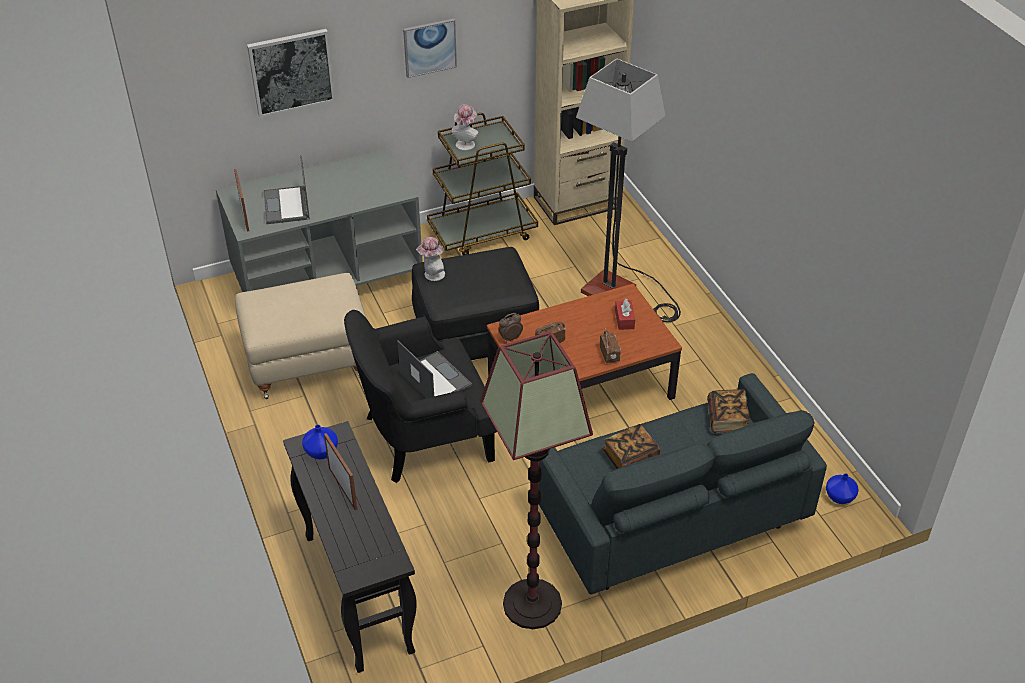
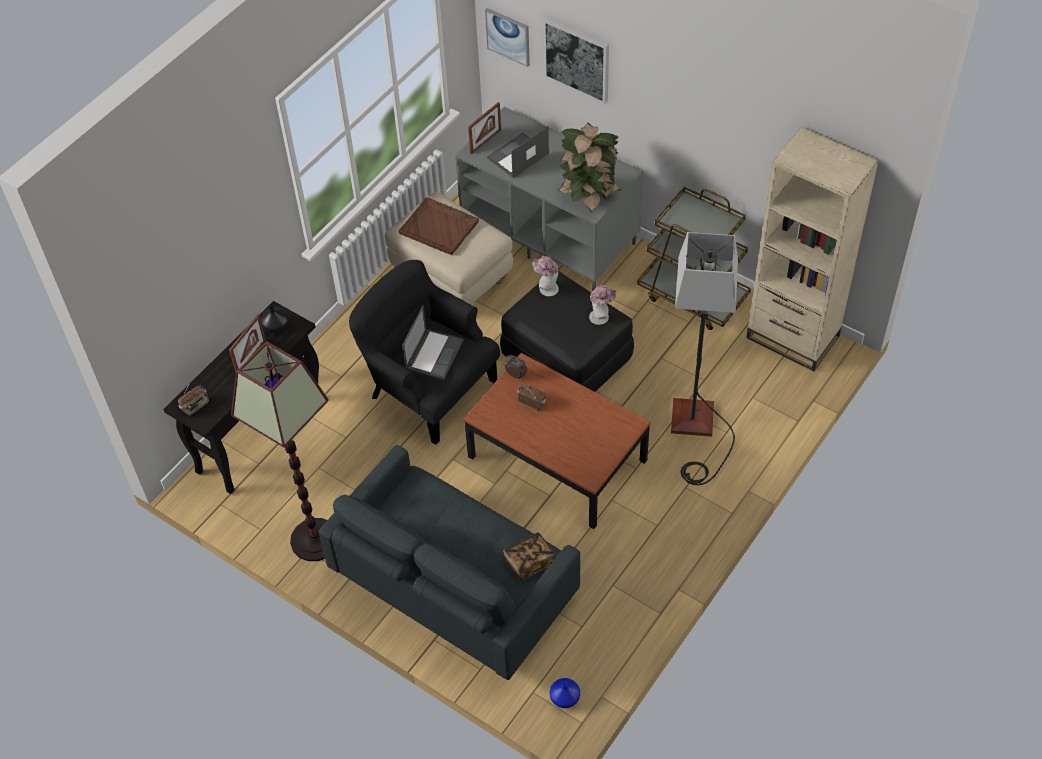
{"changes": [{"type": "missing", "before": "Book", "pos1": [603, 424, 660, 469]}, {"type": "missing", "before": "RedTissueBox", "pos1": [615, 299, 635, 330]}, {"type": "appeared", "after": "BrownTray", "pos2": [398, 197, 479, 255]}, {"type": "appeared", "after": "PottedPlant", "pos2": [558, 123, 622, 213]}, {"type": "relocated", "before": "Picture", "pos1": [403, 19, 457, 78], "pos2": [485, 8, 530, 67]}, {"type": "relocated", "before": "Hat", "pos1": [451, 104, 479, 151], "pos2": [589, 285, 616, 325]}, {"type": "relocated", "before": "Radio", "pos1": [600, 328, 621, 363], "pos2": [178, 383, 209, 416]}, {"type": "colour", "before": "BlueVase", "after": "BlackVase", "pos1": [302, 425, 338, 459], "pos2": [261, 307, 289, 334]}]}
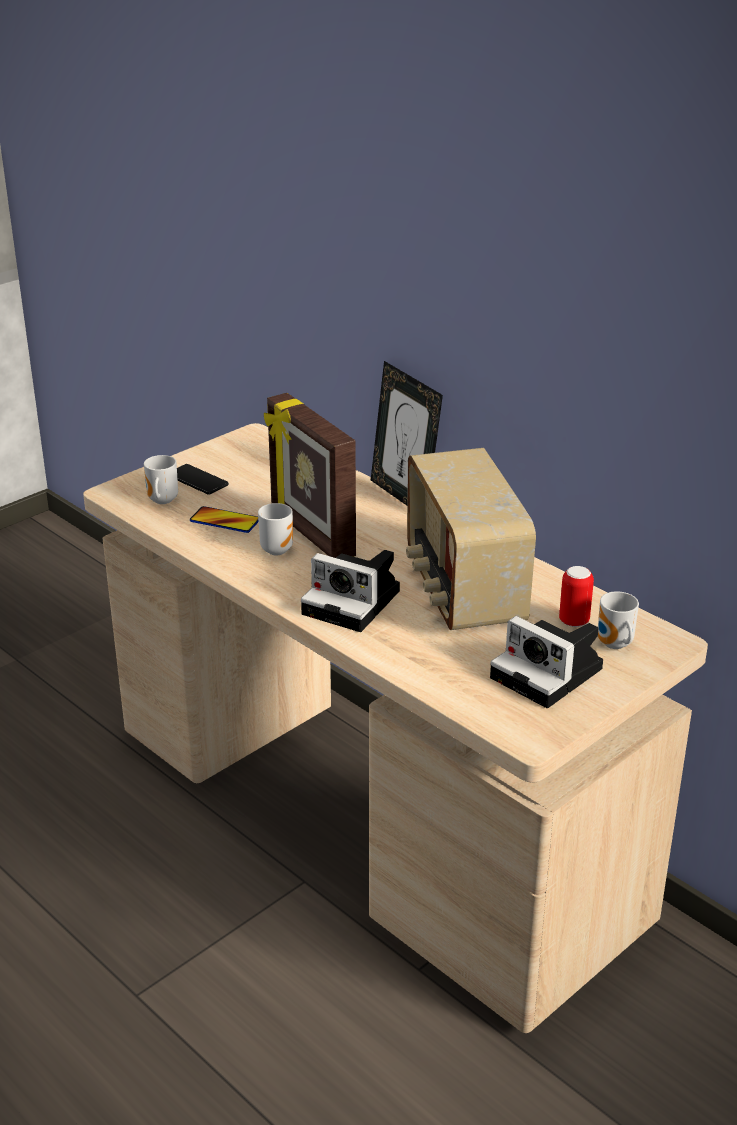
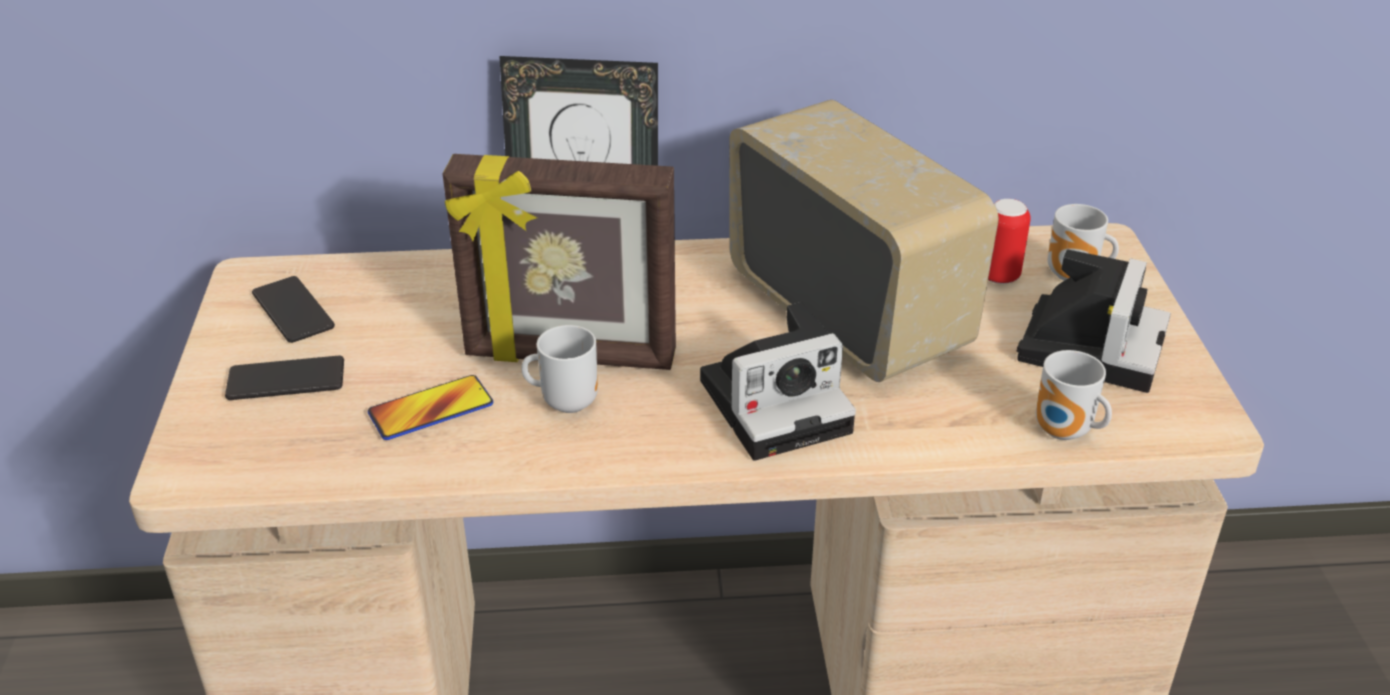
{"changes": [{"type": "appeared", "after": "Phone", "pos2": [252, 276, 335, 343]}, {"type": "relocated", "before": "Mug", "pos1": [144, 455, 178, 504], "pos2": [1035, 350, 1112, 440]}, {"type": "spun", "before": "Radio", "pos1": [406, 448, 536, 630], "pos2": [730, 100, 999, 382], "turn": -150}, {"type": "spun", "before": "PhotoCamera", "pos1": [490, 616, 603, 708], "pos2": [1017, 249, 1171, 393], "turn": -60}]}
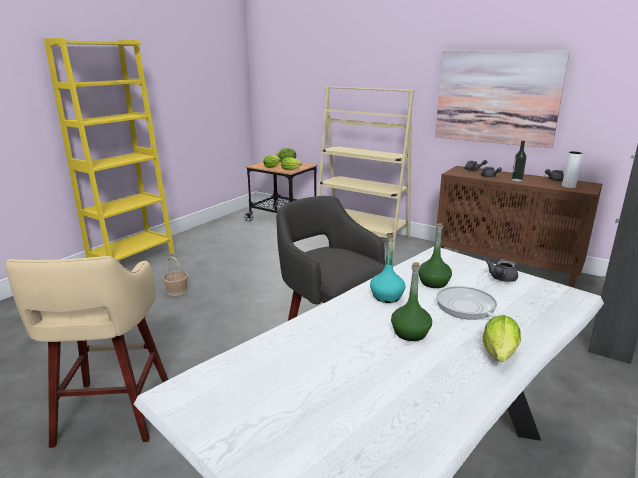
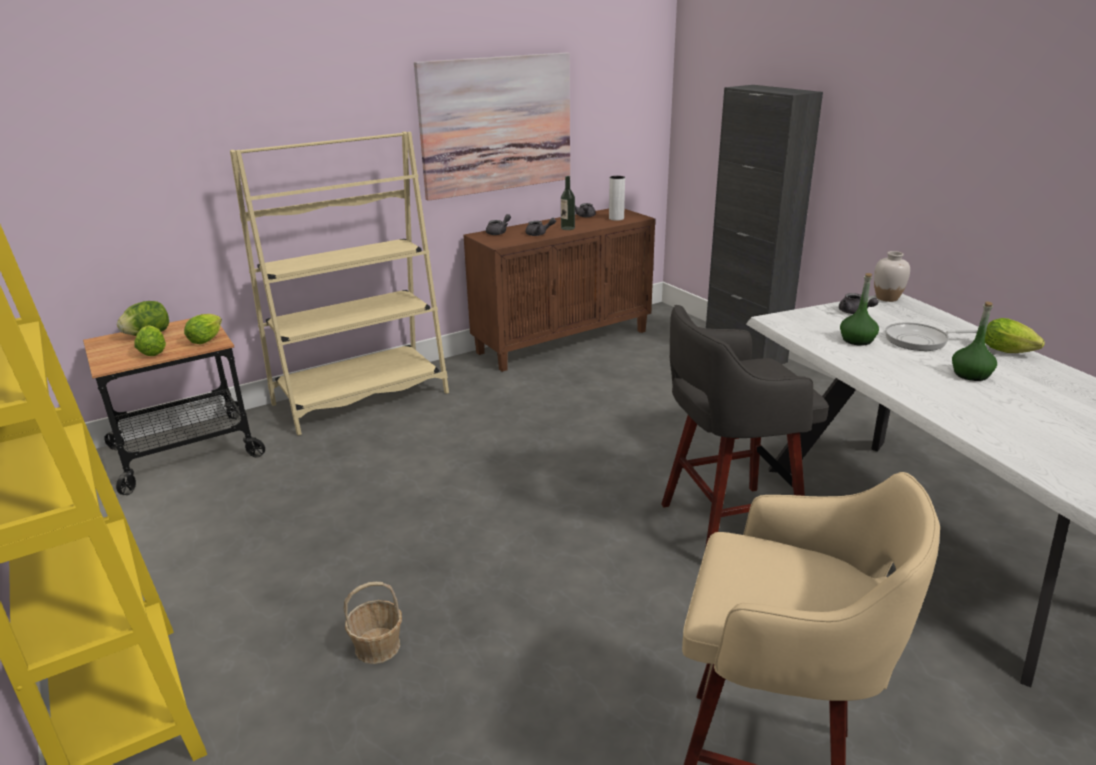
{"changes": [{"type": "missing", "before": "TurquoiseBottle", "pos1": [370, 234, 405, 303]}, {"type": "appeared", "after": "WhiteVase", "pos2": [874, 251, 910, 302]}]}
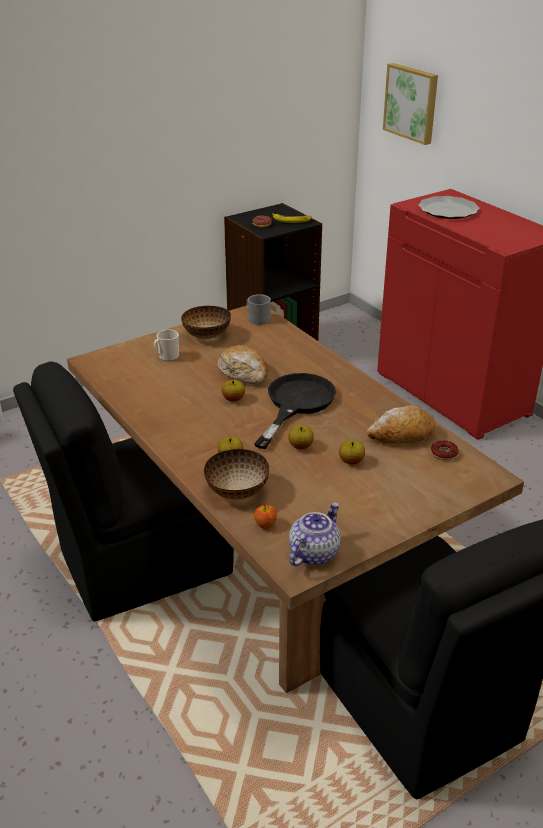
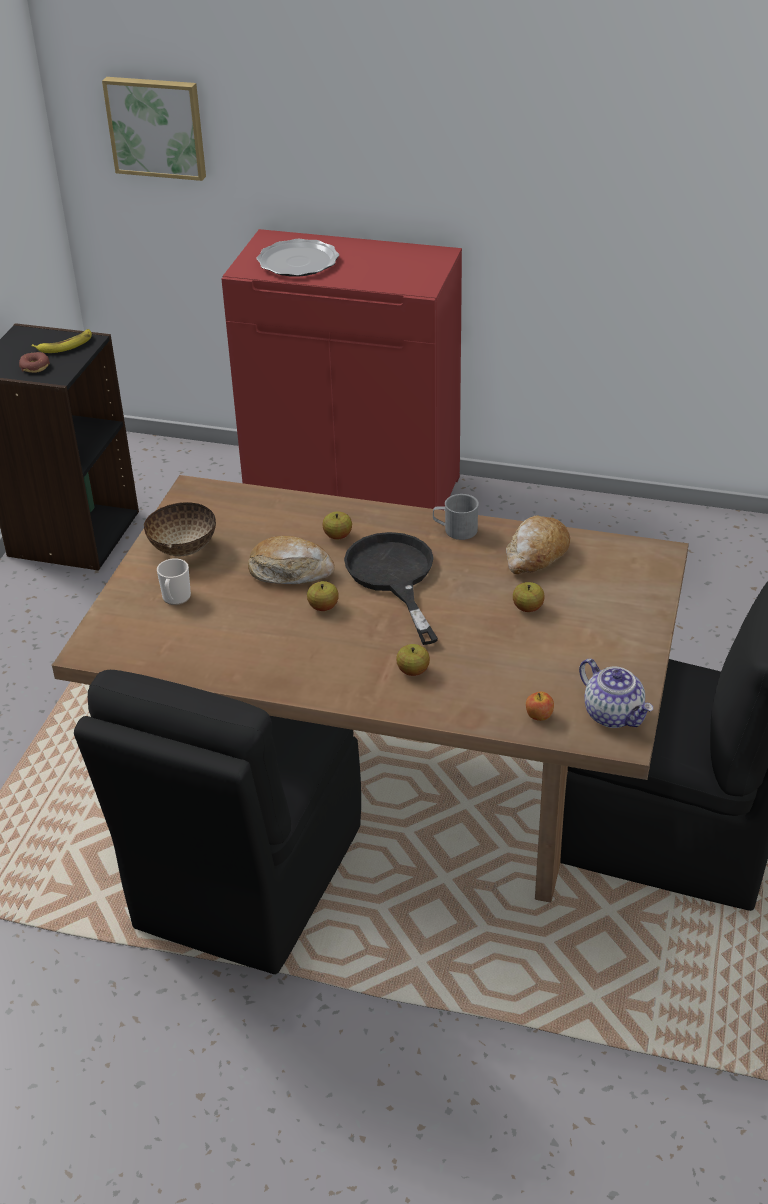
{"changes": [{"type": "missing", "before": "Bowl", "pos1": [204, 449, 269, 500]}, {"type": "missing", "before": "Donut", "pos1": [431, 440, 459, 460]}, {"type": "relocated", "before": "GreyMug", "pos1": [246, 294, 271, 325], "pos2": [433, 494, 479, 540]}, {"type": "relocated", "before": "Apple", "pos1": [288, 425, 314, 449], "pos2": [322, 512, 352, 539]}, {"type": "spun", "before": "Teapot", "pos1": [289, 503, 341, 566], "pos2": [579, 659, 653, 728], "turn": 150}]}
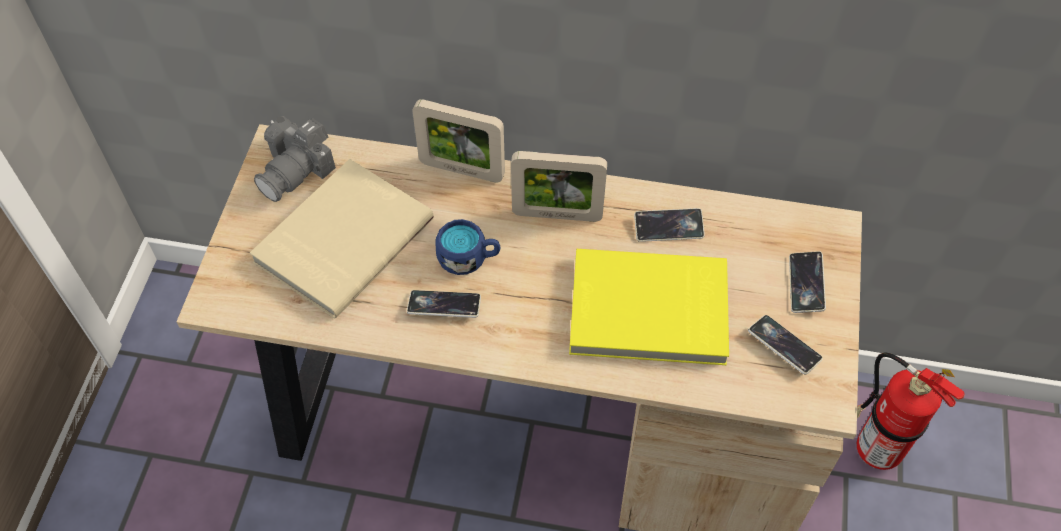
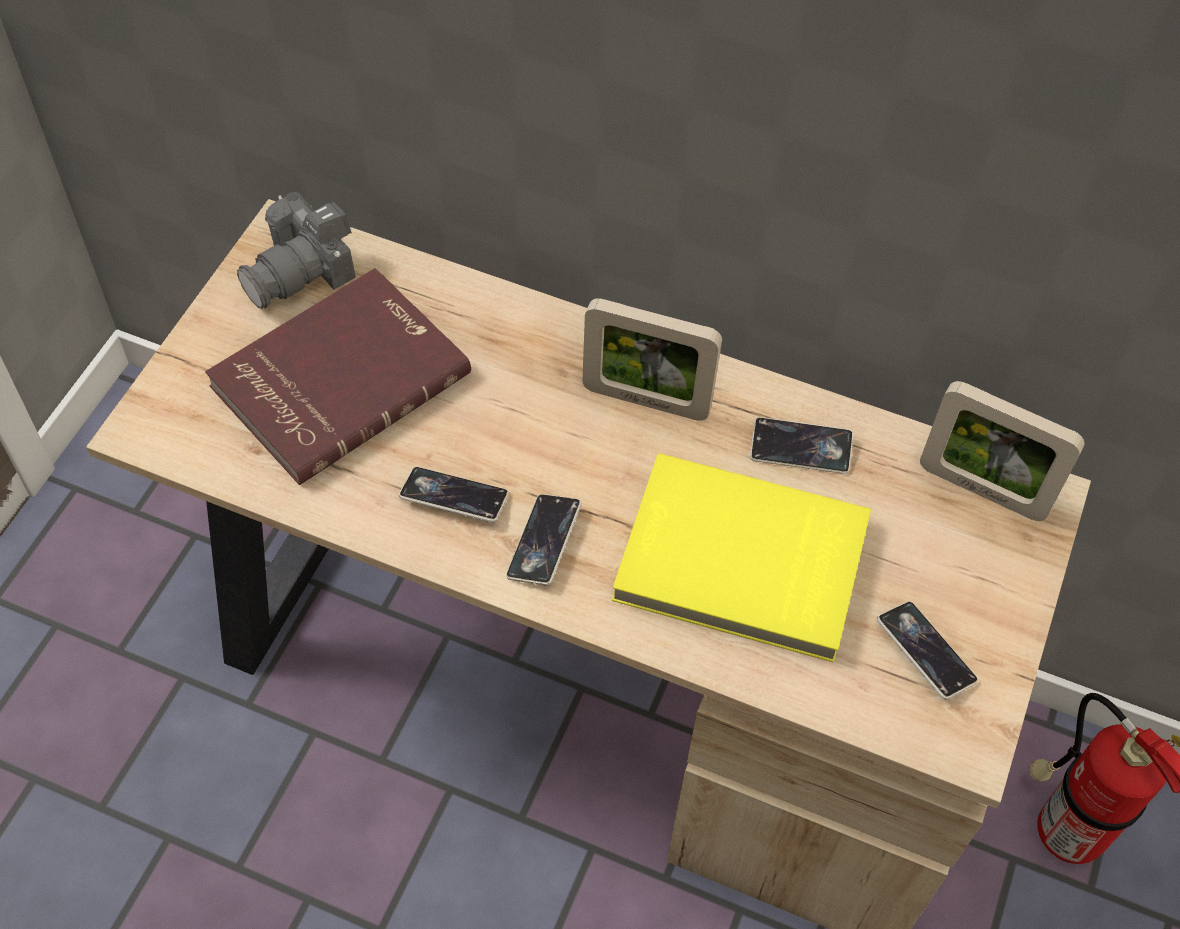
{"changes": [{"type": "missing", "before": "BlueMug", "pos1": [435, 219, 500, 275]}, {"type": "relocated", "before": "PictureFrame", "pos1": [412, 99, 505, 183], "pos2": [920, 381, 1085, 521]}, {"type": "relocated", "before": "Phone", "pos1": [789, 251, 826, 313], "pos2": [506, 494, 582, 585]}, {"type": "colour", "before": "BeigeBook", "after": "RedBook", "pos1": [250, 159, 434, 319], "pos2": [205, 268, 471, 485]}]}
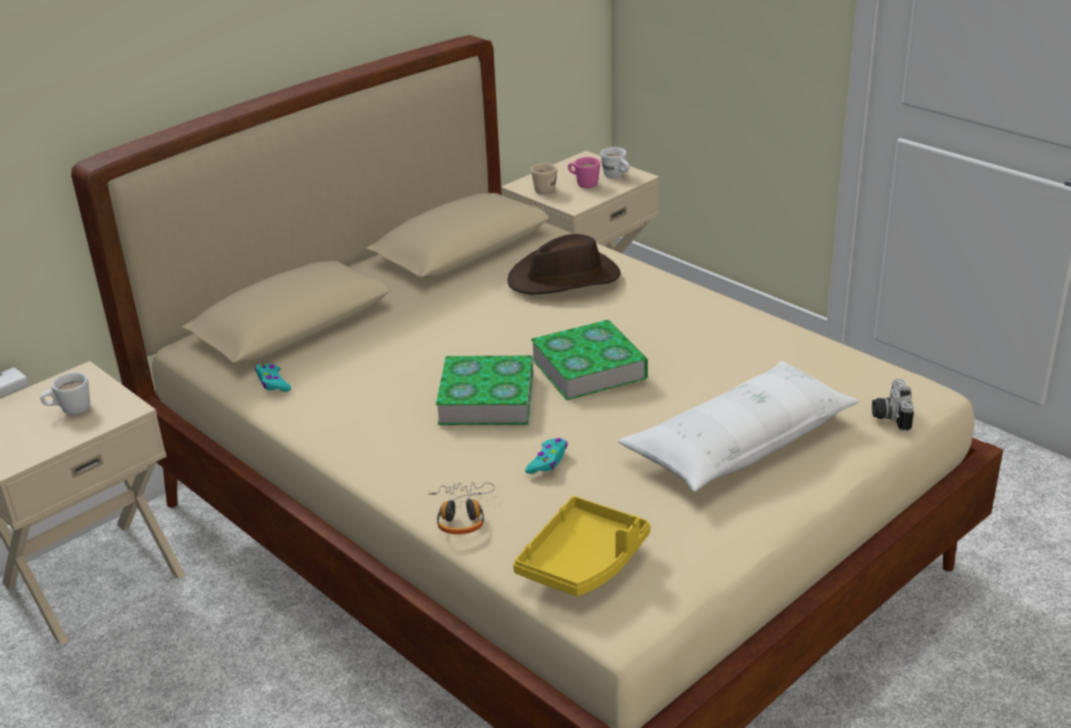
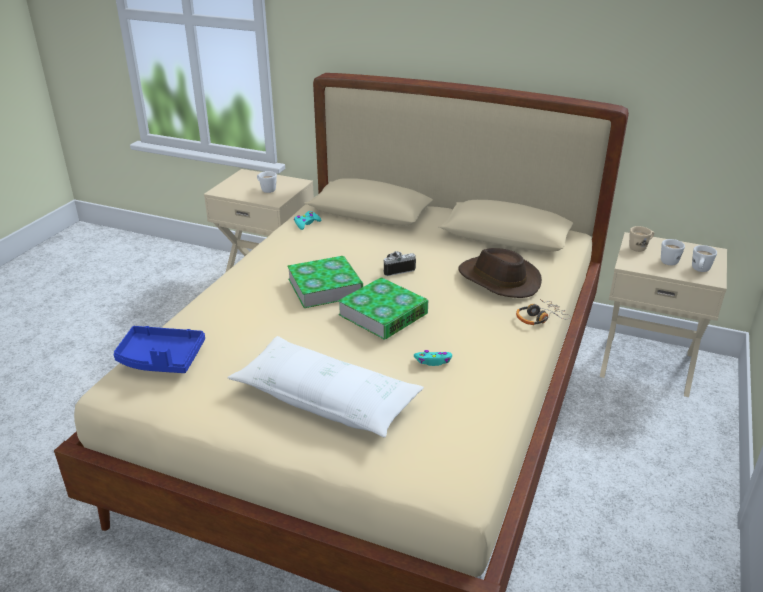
{"changes": [{"type": "relocated", "before": "Headphones", "pos1": [428, 482, 495, 534], "pos2": [516, 299, 571, 325]}, {"type": "relocated", "before": "TurquoiseGameController", "pos1": [525, 438, 567, 474], "pos2": [414, 350, 452, 366]}, {"type": "relocated", "before": "PhotoCamera", "pos1": [872, 379, 914, 431], "pos2": [383, 251, 416, 276]}, {"type": "colour", "before": "YellowTray", "after": "BlueTray", "pos1": [513, 496, 651, 596], "pos2": [113, 326, 205, 373]}, {"type": "colour", "before": "PinkMug", "after": "WhiteMug", "pos1": [568, 157, 600, 188], "pos2": [661, 239, 685, 265]}]}
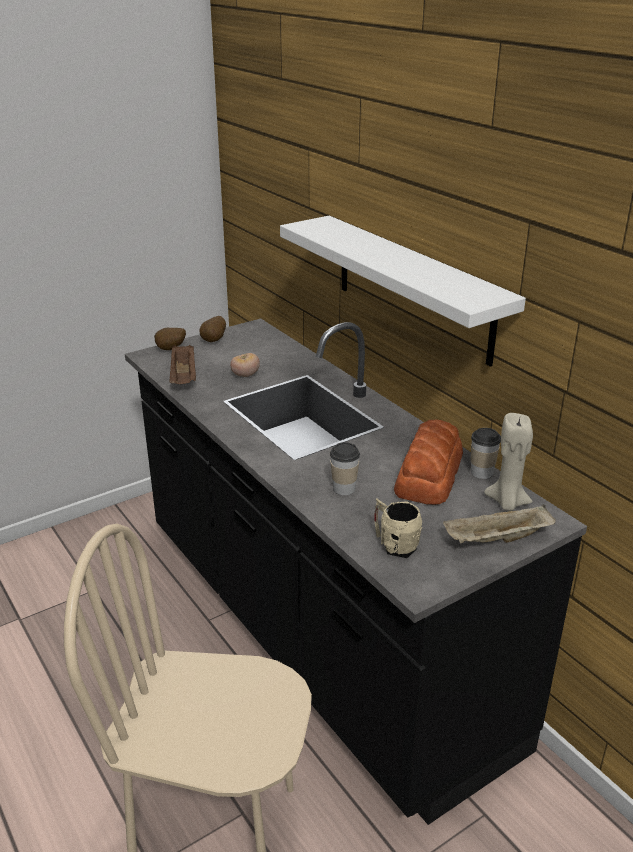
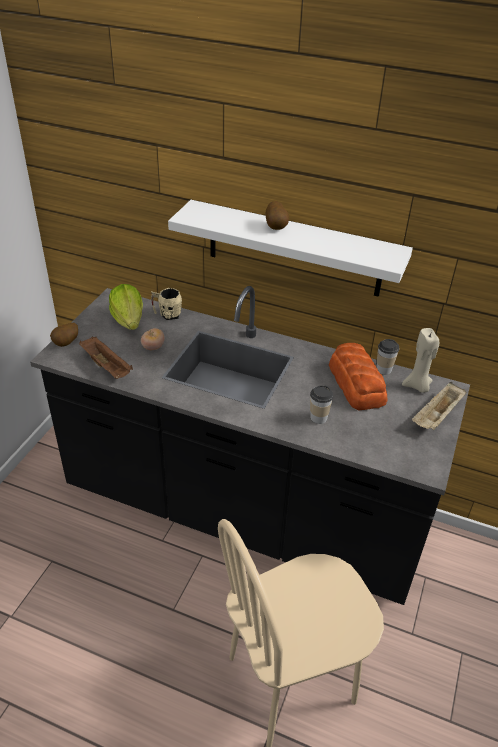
{"changes": [{"type": "appeared", "after": "Lettuce", "pos2": [109, 284, 143, 330]}, {"type": "relocated", "before": "Potato", "pos1": [199, 316, 226, 342], "pos2": [265, 201, 289, 230]}, {"type": "relocated", "before": "BeigeMug", "pos1": [374, 498, 422, 558], "pos2": [151, 288, 182, 320]}]}
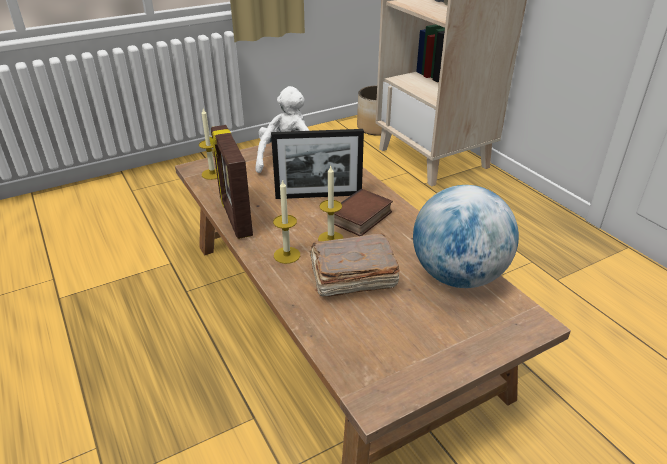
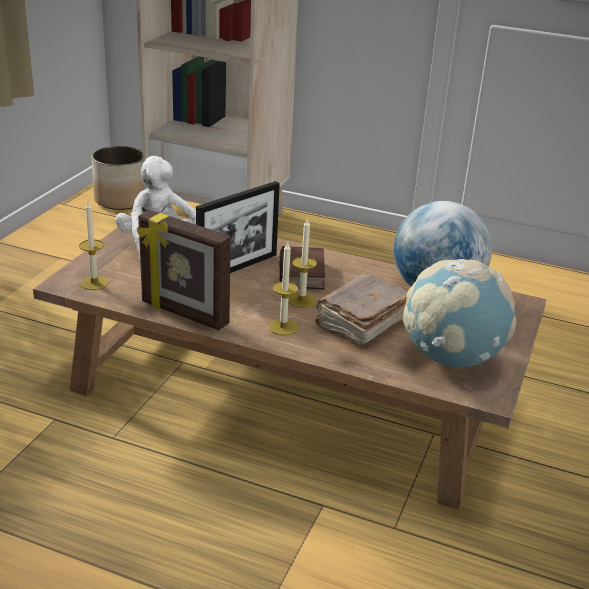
{"changes": [{"type": "appeared", "after": "Globe", "pos2": [403, 259, 516, 368]}]}
